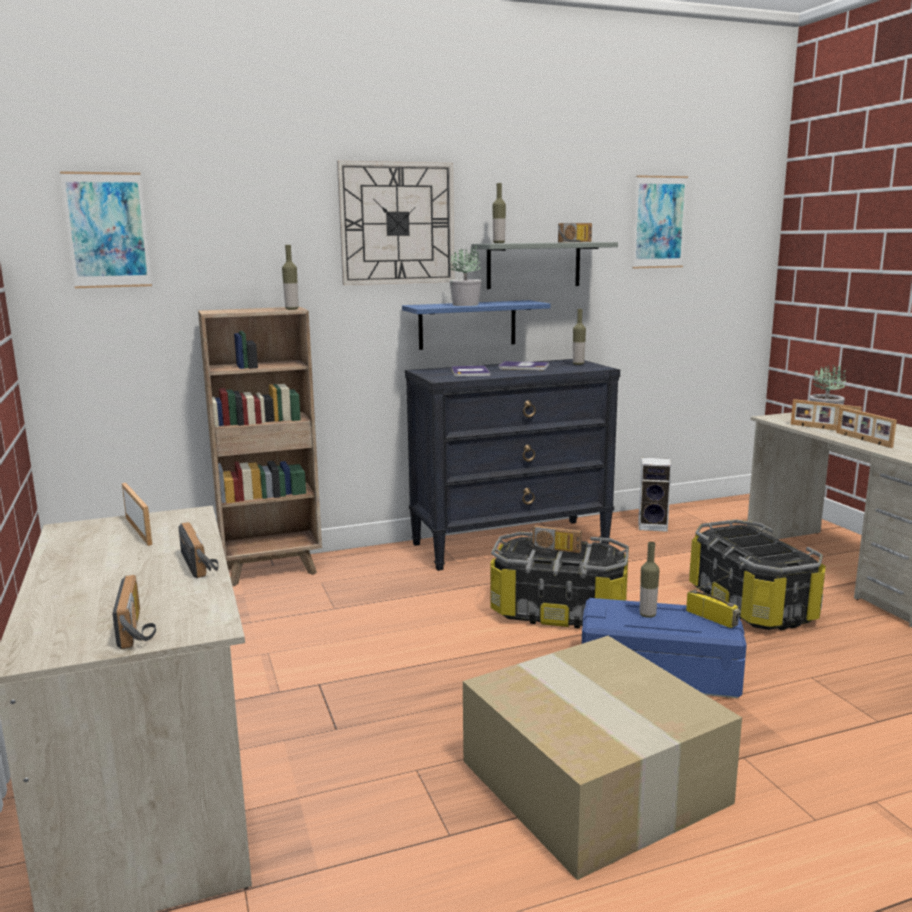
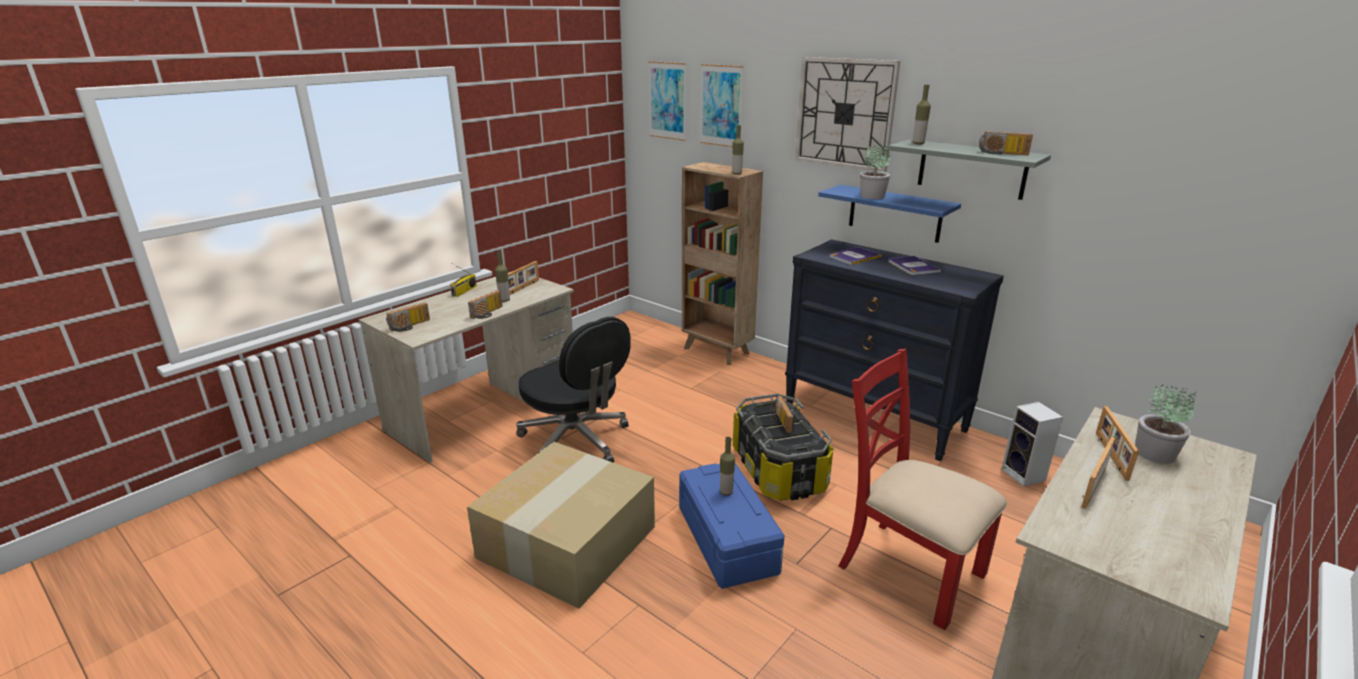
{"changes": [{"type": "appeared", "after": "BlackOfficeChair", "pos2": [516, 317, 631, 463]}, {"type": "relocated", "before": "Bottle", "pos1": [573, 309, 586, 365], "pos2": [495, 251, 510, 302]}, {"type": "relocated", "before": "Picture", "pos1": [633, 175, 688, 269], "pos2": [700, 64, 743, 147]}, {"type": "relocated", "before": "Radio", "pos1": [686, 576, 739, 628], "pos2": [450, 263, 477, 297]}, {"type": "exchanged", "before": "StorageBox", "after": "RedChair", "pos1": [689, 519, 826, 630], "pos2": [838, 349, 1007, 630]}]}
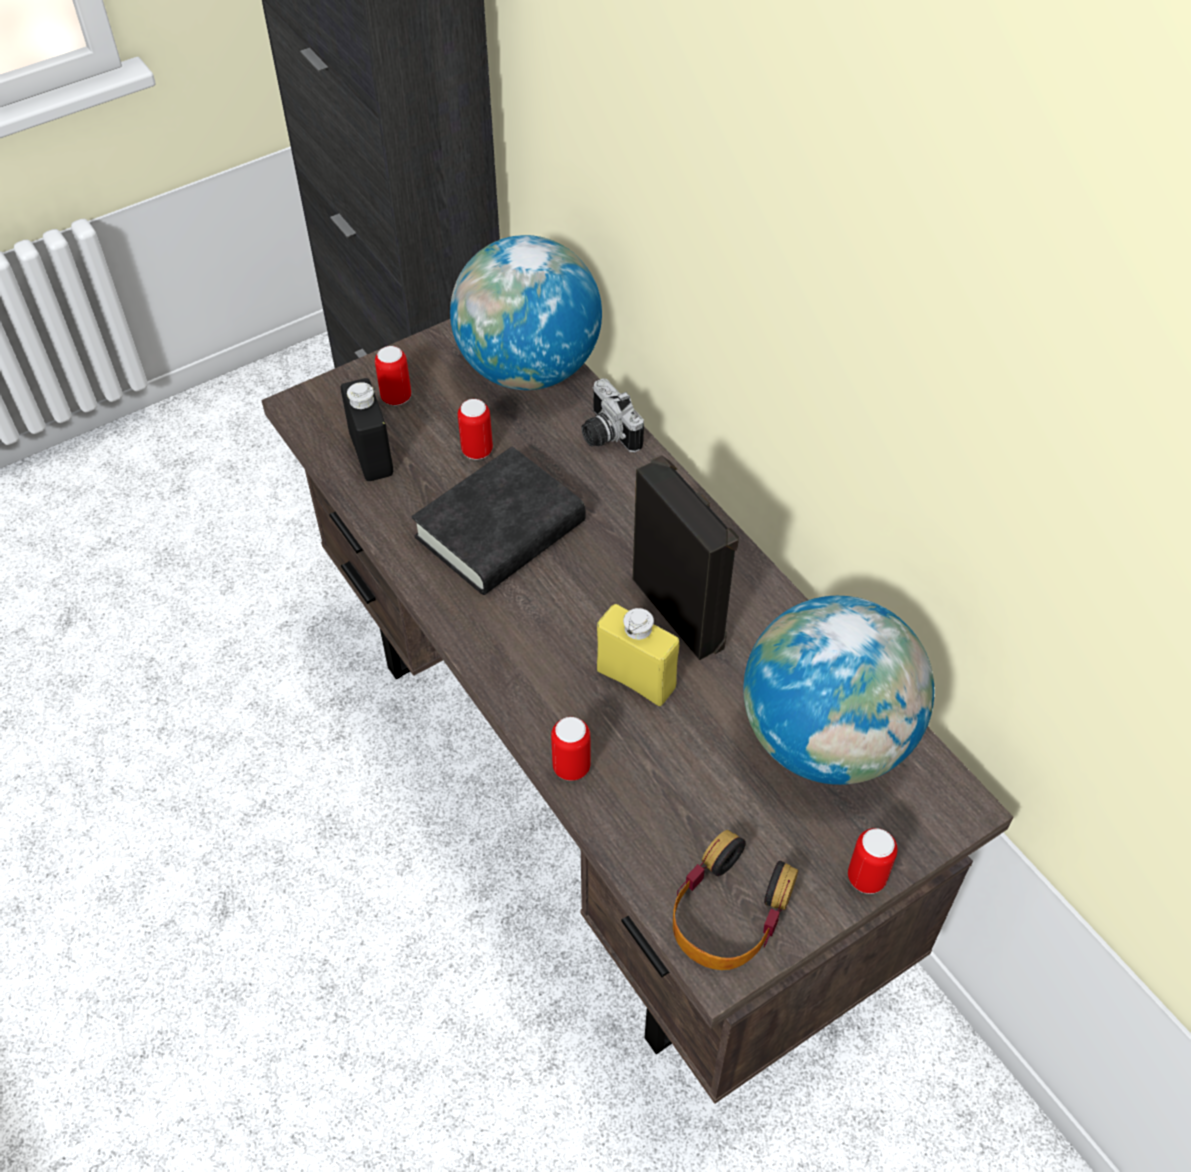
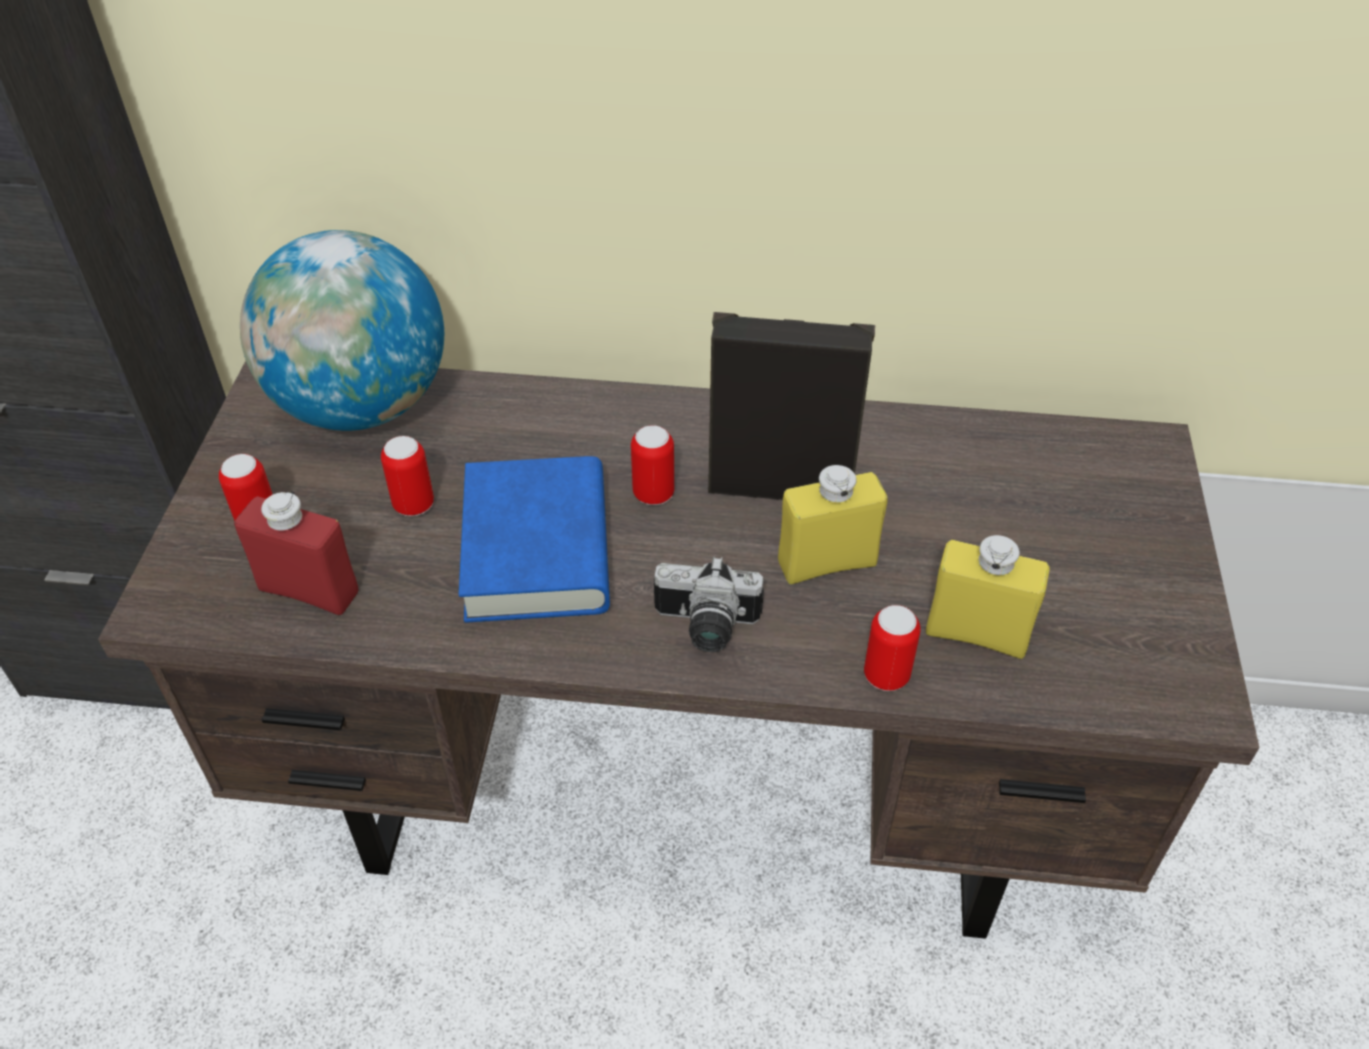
{"changes": [{"type": "missing", "before": "Headphones", "pos1": [673, 830, 798, 970]}, {"type": "missing", "before": "Globe", "pos1": [743, 596, 934, 785]}, {"type": "appeared", "after": "YellowBottle", "pos2": [926, 535, 1050, 659]}, {"type": "relocated", "before": "PhotoCamera", "pos1": [581, 378, 644, 452], "pos2": [654, 556, 764, 652]}, {"type": "relocated", "before": "Can", "pos1": [848, 828, 897, 894], "pos2": [631, 425, 674, 505]}, {"type": "colour", "before": "BlackBottle", "after": "RedBottle", "pos1": [341, 378, 393, 481], "pos2": [234, 491, 358, 615]}, {"type": "colour", "before": "BlackBook", "after": "BlueBook", "pos1": [412, 446, 586, 595], "pos2": [459, 456, 610, 623]}]}
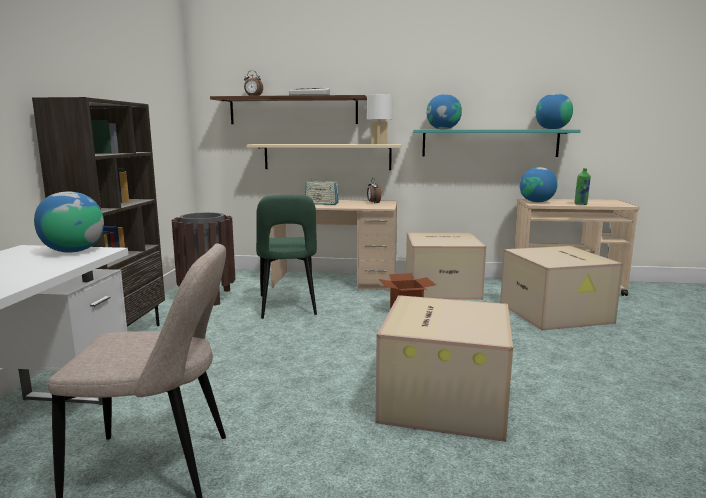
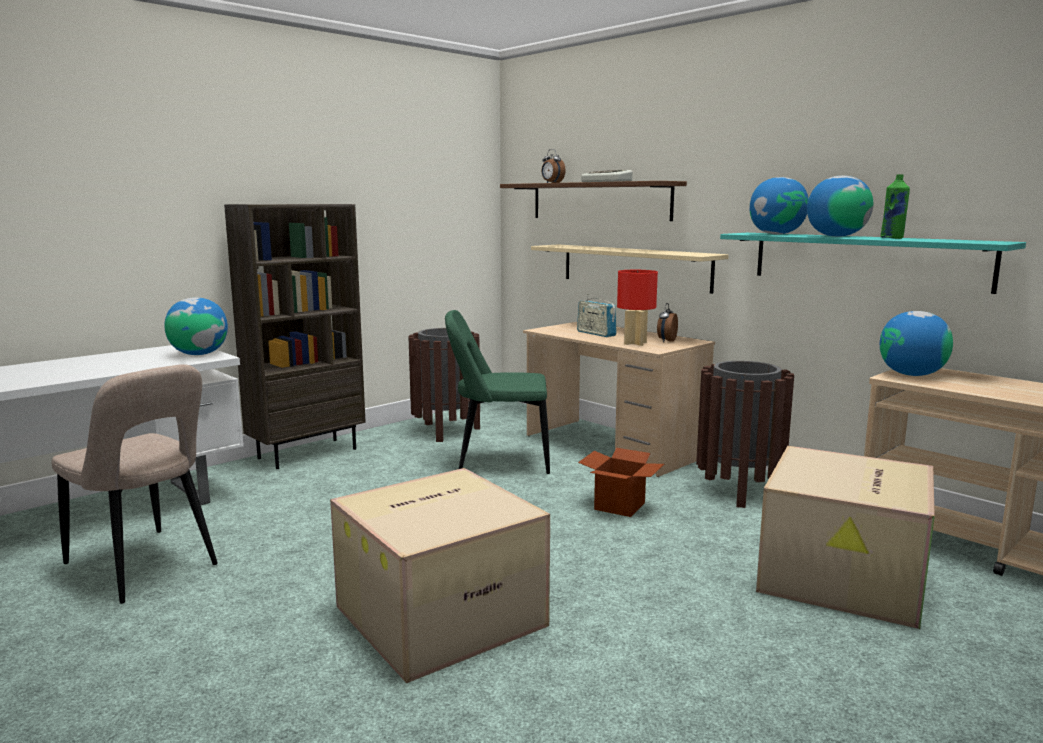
{"changes": [{"type": "missing", "before": "WhiteTableLamp", "pos1": [367, 94, 393, 144]}, {"type": "appeared", "after": "RedTableLamp", "pos2": [617, 270, 658, 346]}, {"type": "relocated", "before": "Globe", "pos1": [536, 93, 573, 129], "pos2": [807, 176, 873, 237]}, {"type": "relocated", "before": "GreenBottle", "pos1": [574, 168, 591, 205], "pos2": [881, 174, 910, 239]}, {"type": "exchanged", "before": "CardboardBox", "after": "BrownTrashCan", "pos1": [406, 232, 486, 300], "pos2": [696, 361, 794, 508]}, {"type": "spun", "before": "GreenChair", "pos1": [256, 195, 317, 319], "pos2": [445, 310, 550, 474], "turn": 60}]}
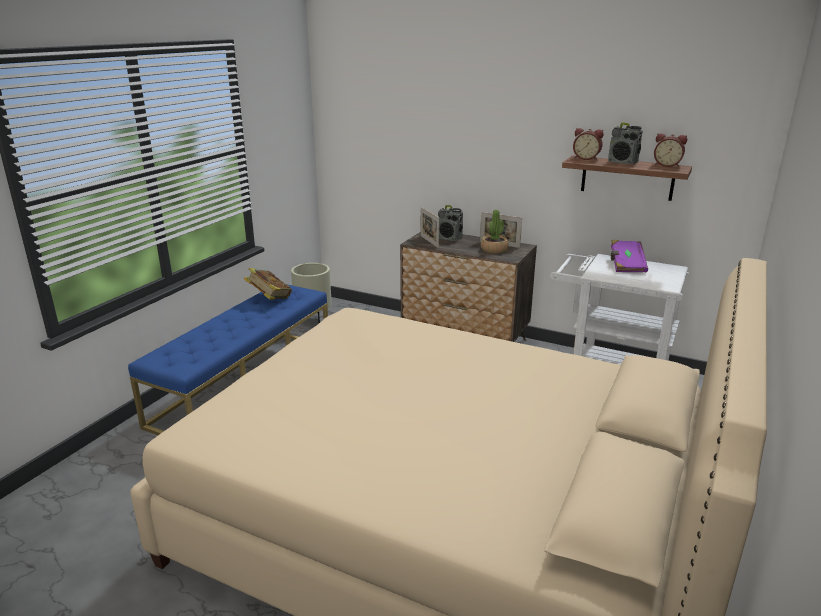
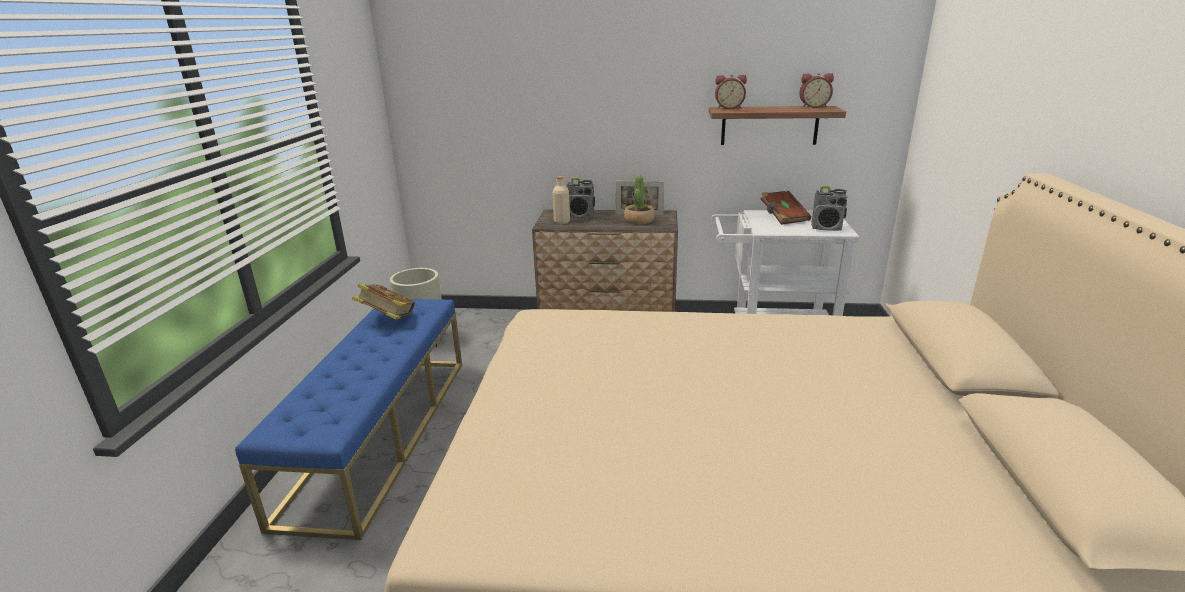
{"changes": [{"type": "relocated", "before": "Radio", "pos1": [608, 122, 643, 165], "pos2": [811, 186, 847, 231]}, {"type": "exchanged", "before": "PictureFrame", "after": "BeigeBottle", "pos1": [420, 207, 439, 248], "pos2": [553, 176, 570, 224]}, {"type": "colour", "before": "PurpleBook", "after": "BrownBook", "pos1": [611, 240, 648, 272], "pos2": [761, 191, 811, 225]}]}
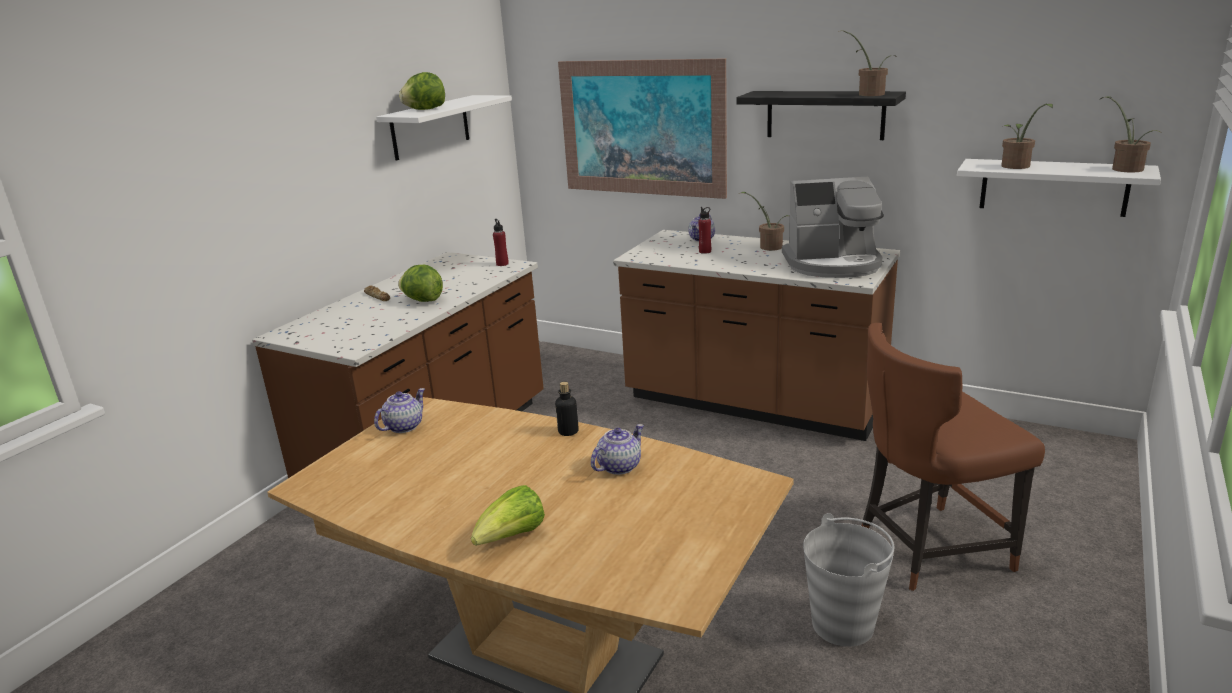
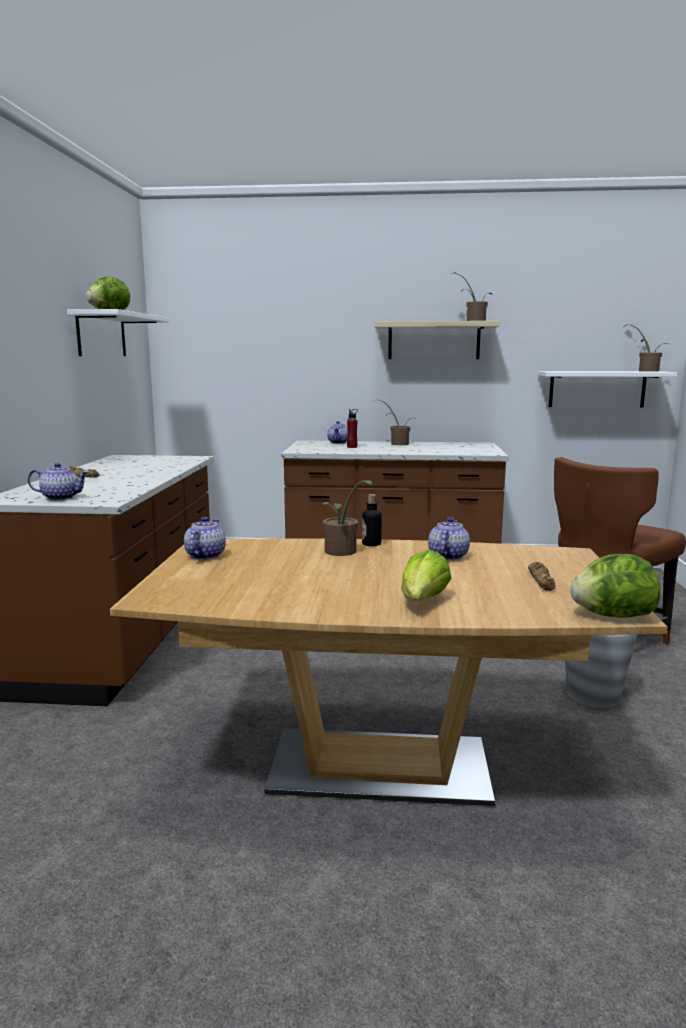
{"changes": [{"type": "missing", "before": "RedBottle", "pos1": [493, 219, 509, 266]}, {"type": "missing", "before": "Picture", "pos1": [558, 58, 727, 199]}, {"type": "missing", "before": "CoffeeMachine", "pos1": [782, 177, 884, 278]}, {"type": "appeared", "after": "Teapot", "pos2": [27, 463, 89, 500]}, {"type": "appeared", "after": "Bread", "pos2": [528, 562, 555, 591]}, {"type": "relocated", "before": "Lettuce", "pos1": [398, 265, 443, 302], "pos2": [571, 554, 661, 618]}, {"type": "relocated", "before": "PottedPlant", "pos1": [1001, 104, 1053, 169], "pos2": [321, 480, 372, 556]}, {"type": "colour", "before": "BlackShelf", "after": "BeigeShelf", "pos1": [736, 91, 906, 140], "pos2": [374, 321, 500, 359]}]}
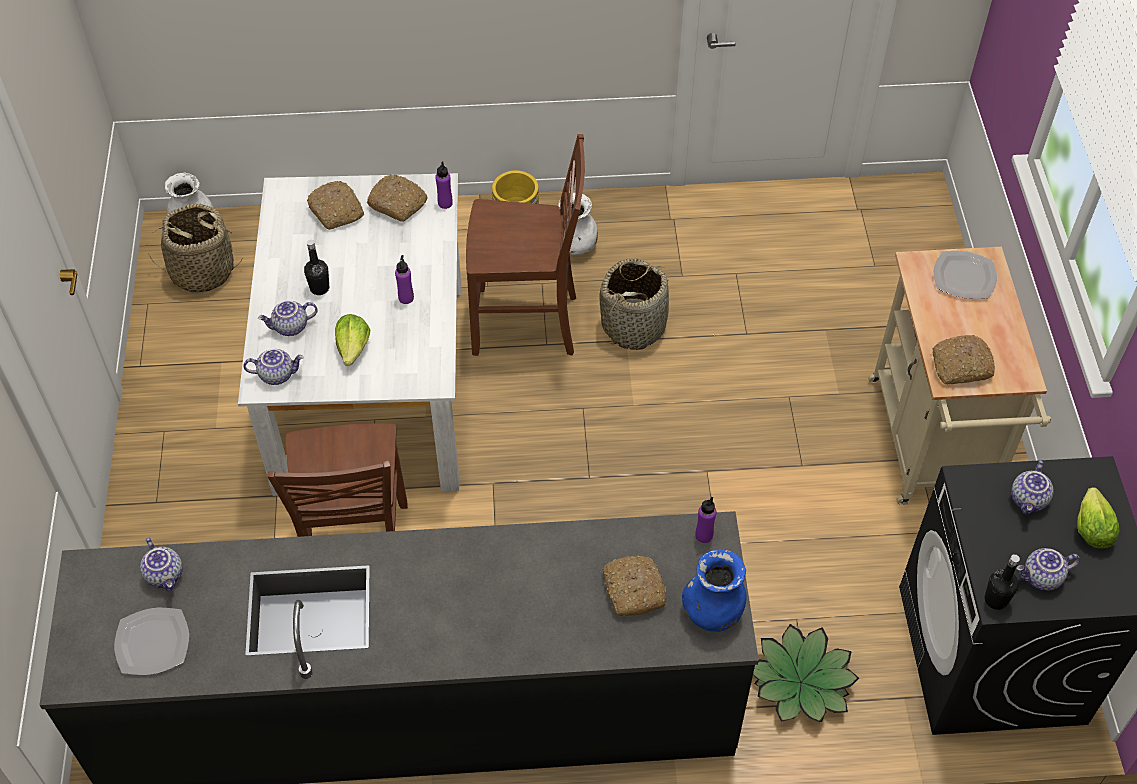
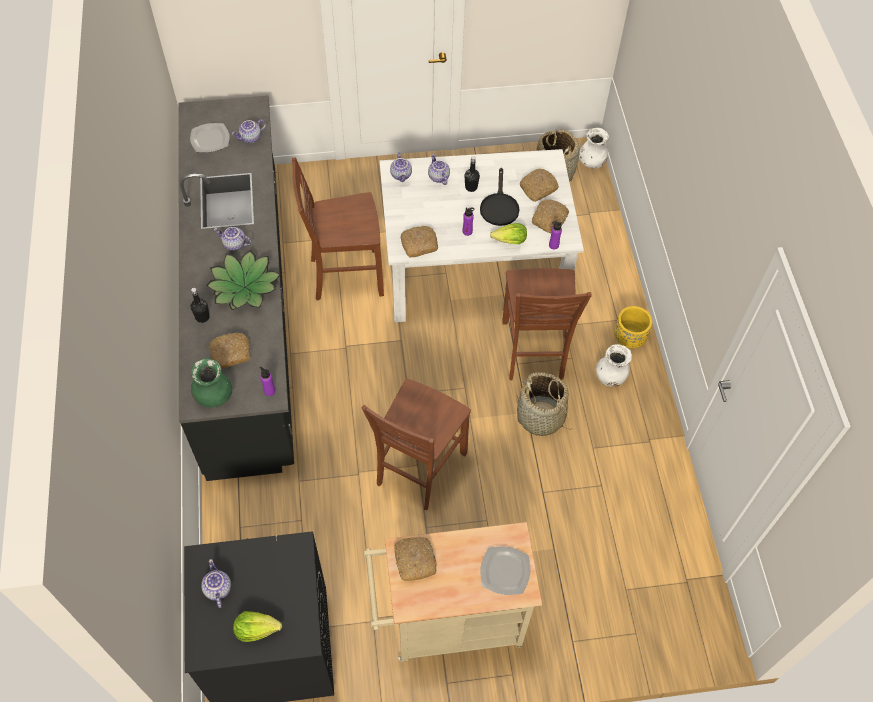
{"changes": [{"type": "appeared", "after": "BrownChair", "pos2": [361, 379, 471, 510]}, {"type": "appeared", "after": "Bread", "pos2": [401, 226, 438, 257]}, {"type": "appeared", "after": "BlackFryingPan", "pos2": [480, 168, 520, 226]}, {"type": "relocated", "before": "Lettuce", "pos1": [335, 314, 370, 366], "pos2": [490, 223, 527, 244]}, {"type": "relocated", "before": "PottedPlant", "pos1": [753, 624, 859, 722], "pos2": [206, 250, 281, 310]}, {"type": "relocated", "before": "BlackBottle", "pos1": [985, 554, 1020, 610], "pos2": [191, 288, 210, 323]}, {"type": "relocated", "before": "Teapot", "pos1": [1011, 460, 1054, 514], "pos2": [214, 227, 252, 251]}, {"type": "colour", "before": "BlueVase", "after": "GreenVase", "pos1": [682, 550, 747, 632], "pos2": [191, 359, 232, 407]}]}
